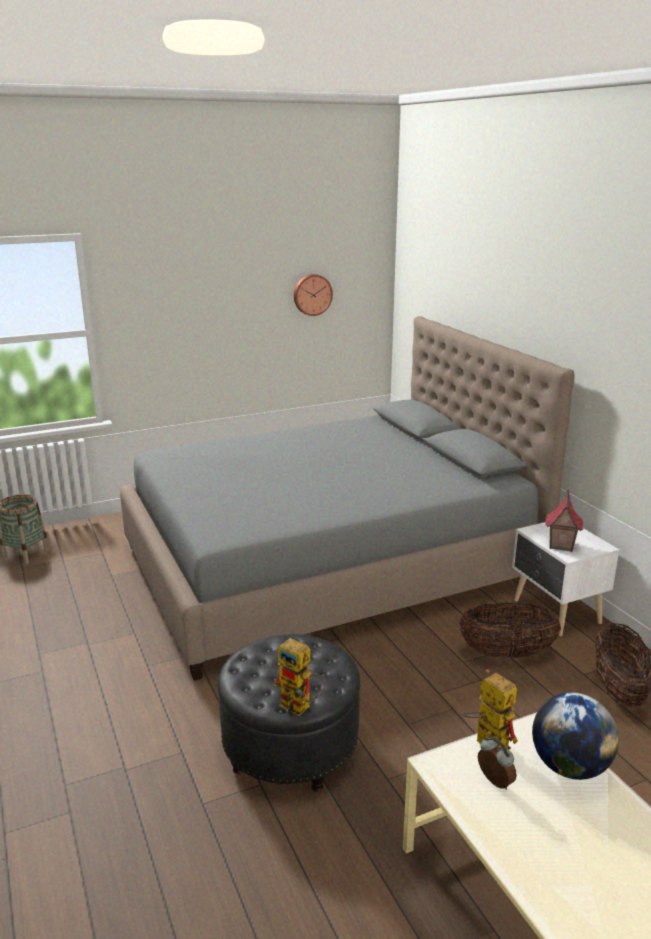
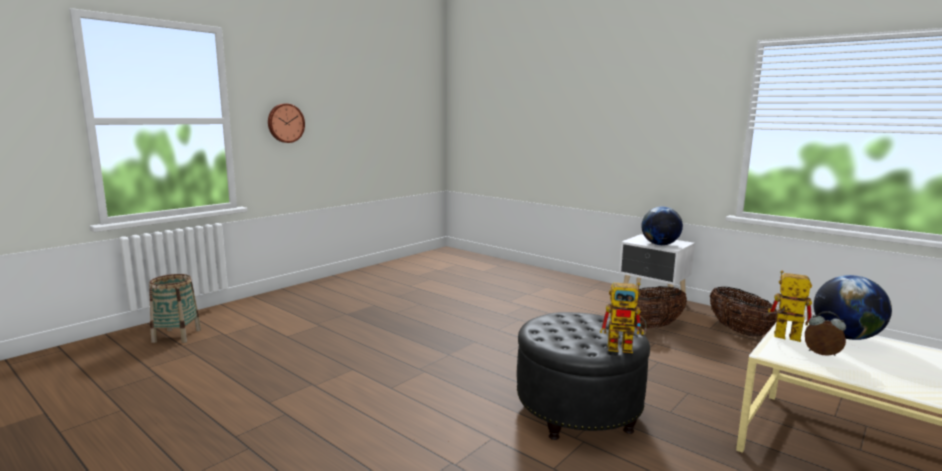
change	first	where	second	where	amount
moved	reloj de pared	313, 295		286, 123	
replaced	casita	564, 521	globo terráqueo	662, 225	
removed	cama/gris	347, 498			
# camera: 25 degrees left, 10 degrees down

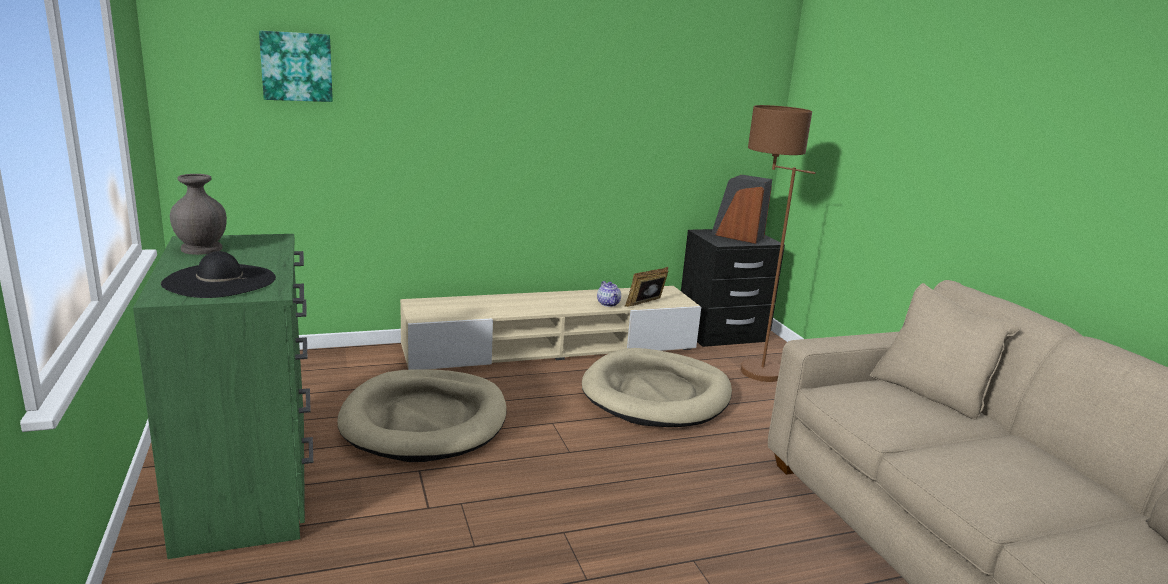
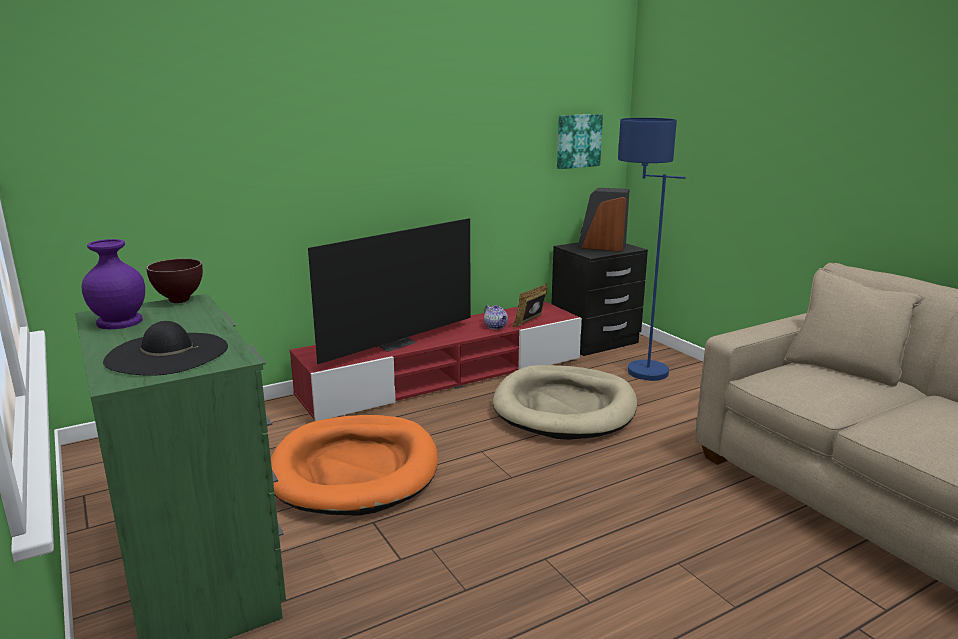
change	first	where	second	where	amount
recoloured	florero/gris	198, 214	florero/morado	113, 284	
added			cuenco/marrón	174, 281	
recoloured	cama para perro/beis	421, 415	cama para perro/naranja	354, 465	
recoloured	mueble de televisión/beis	550, 328	mueble de televisión/rojo	436, 361	
added			televisor	389, 291	
moved	cuadro	296, 66		580, 141	
recoloured	lámpara de pie/marrón	778, 243	lámpara de pie/azul	652, 249	
# camera: 10 degrees left, 0 degrees up

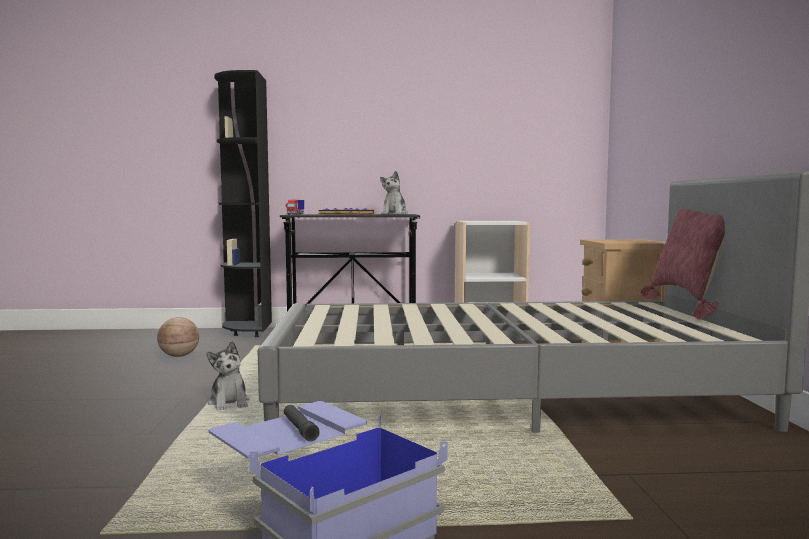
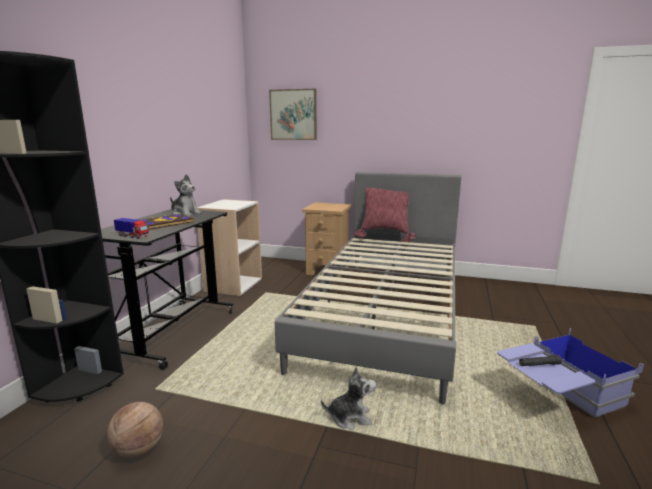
change	first	where	second	where	amount
added			cuadro	293, 114	
# camera: 70 degrees left, 10 degrees up

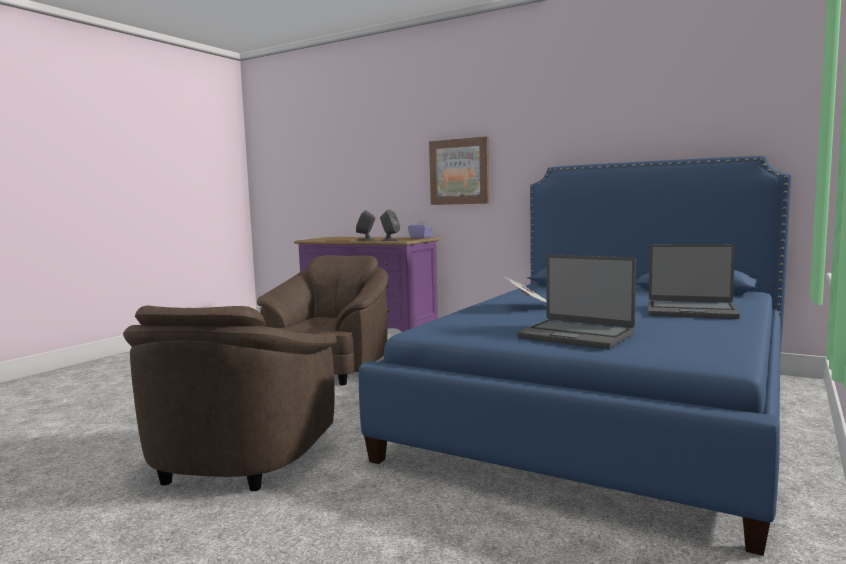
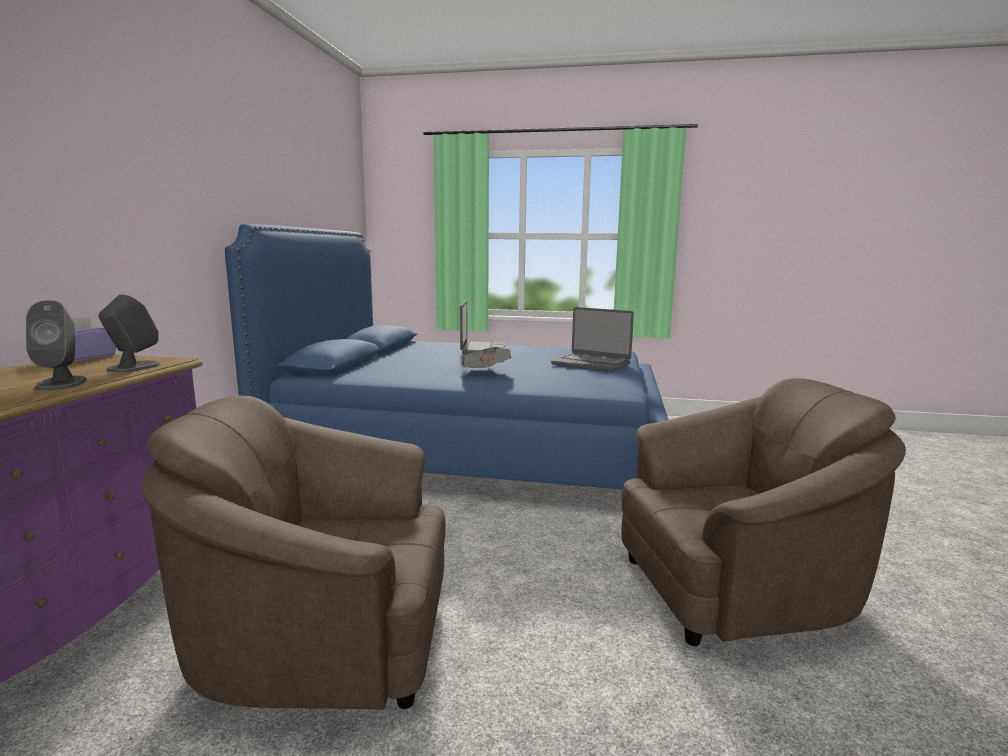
change	first	where	second	where	amount
turned	portátil	576, 302		592, 339	105 degrees clockwise
removed	cuadro	459, 171			
# camera: 110 degrees left, 5 degrees up

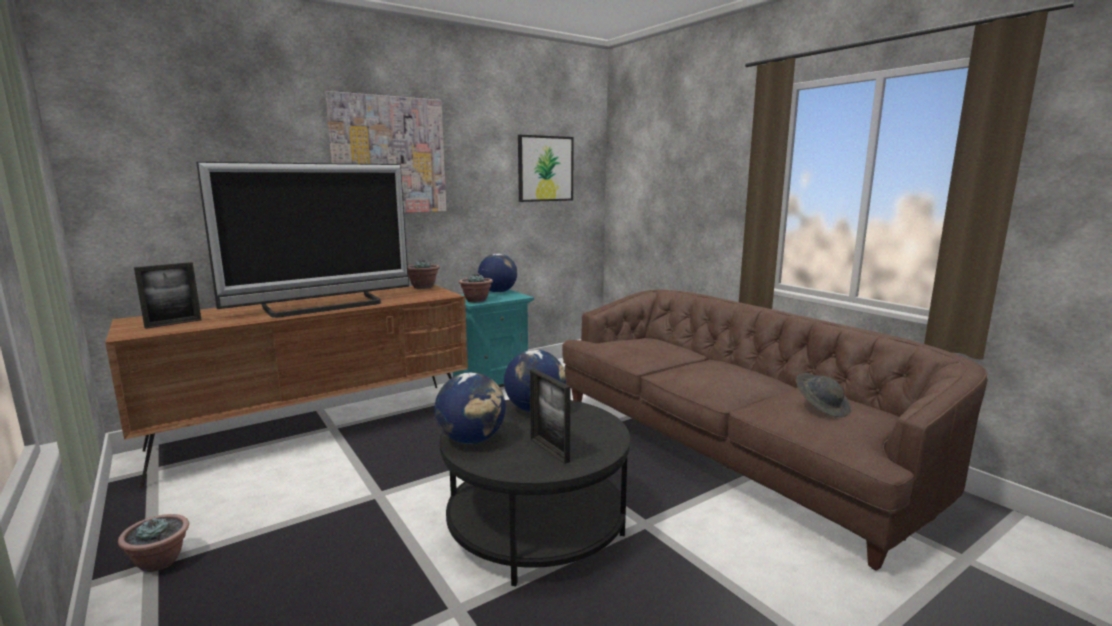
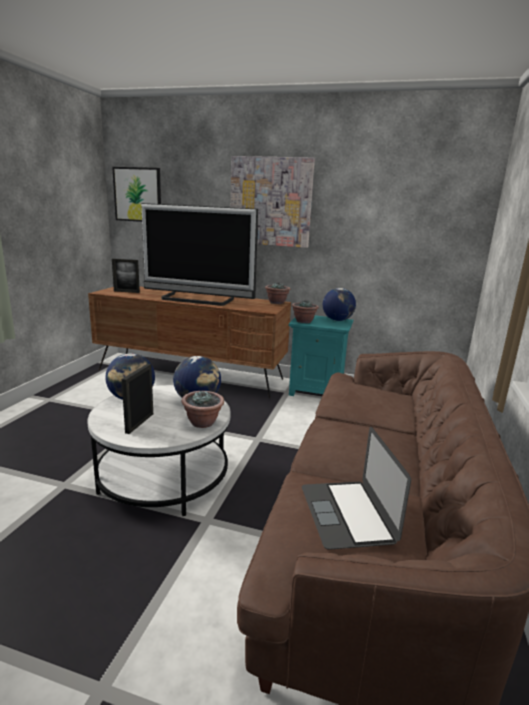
change	first	where	second	where	amount
recoloured	mesa de centro/negro	535, 492	mesa de centro/blanco	159, 450	
moved	cuadro	546, 168		136, 194	
moved	planta en maceta	153, 543		203, 409	
replaced	sombrero/gris	823, 395	portátil	356, 488	
# camera: 50 degrees right, 5 degrees up

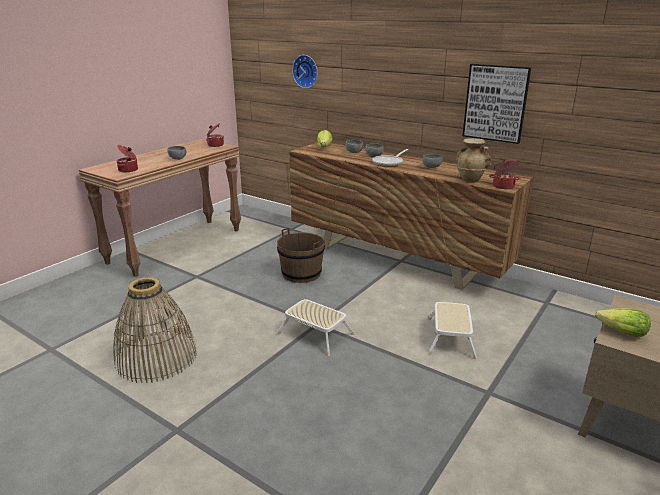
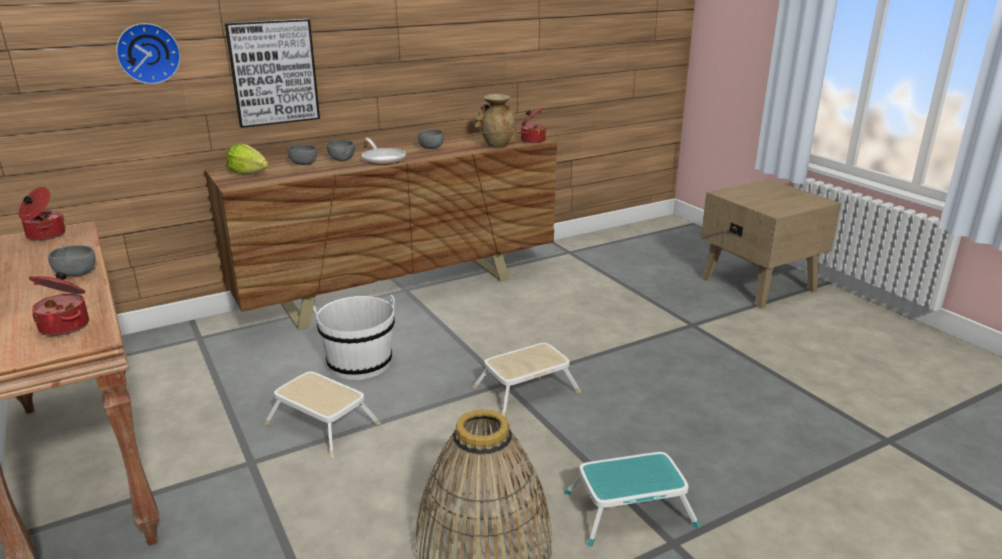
change	first	where	second	where	amount
moved	cuadro	496, 104		272, 73	
moved	escalera de tijera/beis	452, 330		322, 414	
recoloured	cubo/marrón	301, 255	cubo/blanco	354, 337	
added			escalera de tijera/turquesa	632, 499	
removed	lechuga	623, 322			
# camera: 65 degrees left, 0 degrees up

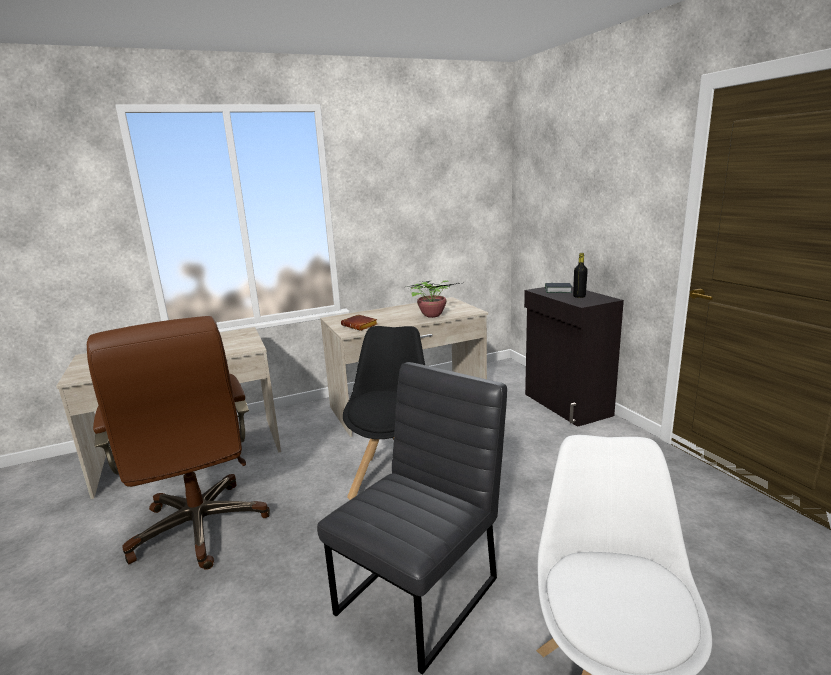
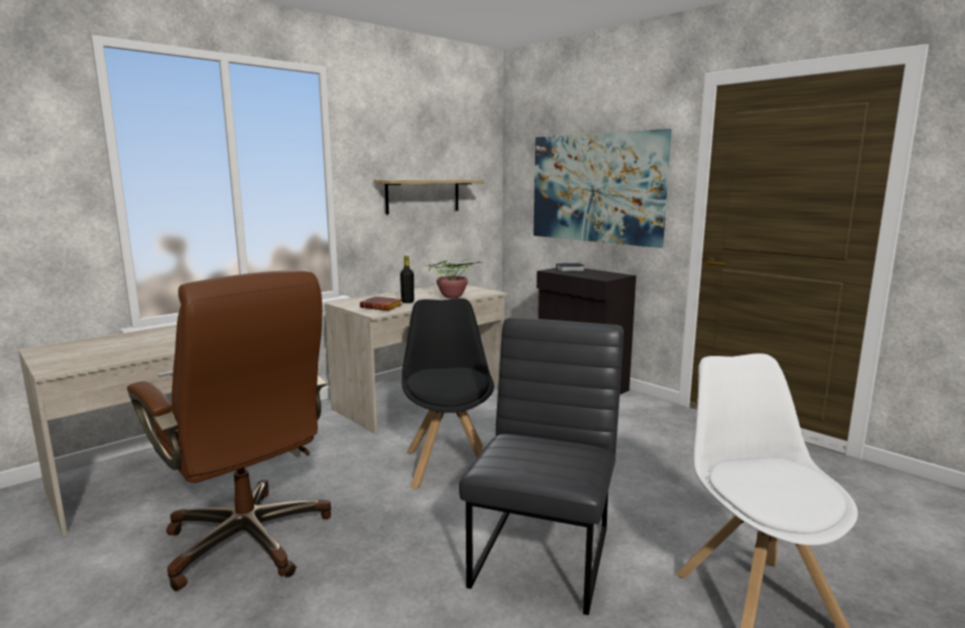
change	first	where	second	where	amount
added			estante	429, 197	
moved	botella/negro	580, 275		407, 279	
added			cuadro	602, 188	
# camera: 20 degrees left, 5 degrees down

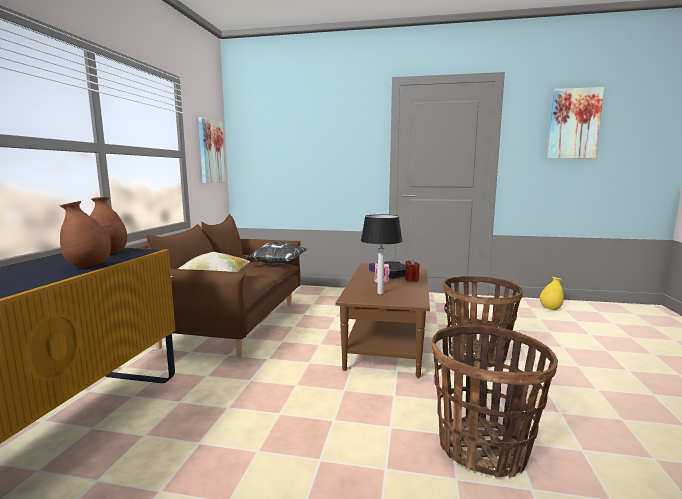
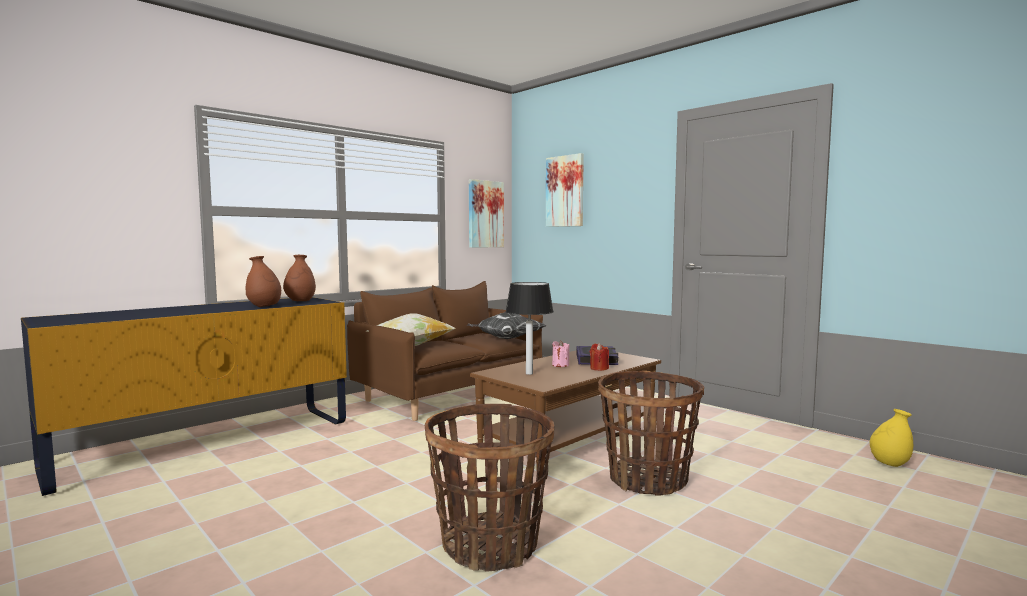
change	first	where	second	where	amount
moved	cuadro	575, 123		565, 190	
# camera: 35 degrees right, 5 degrees down

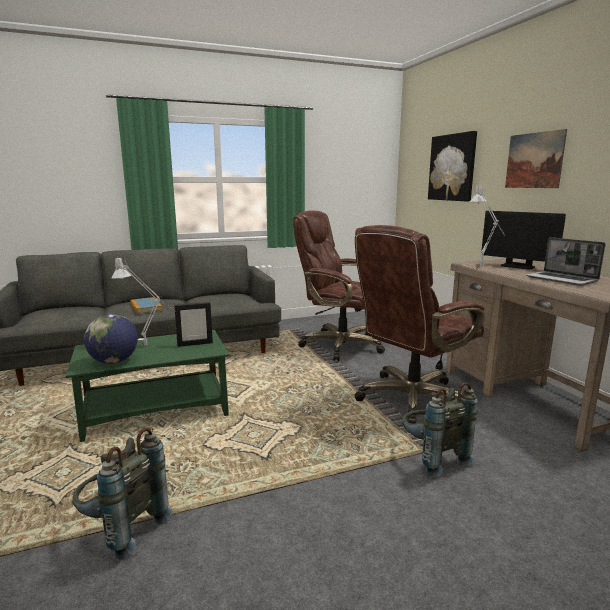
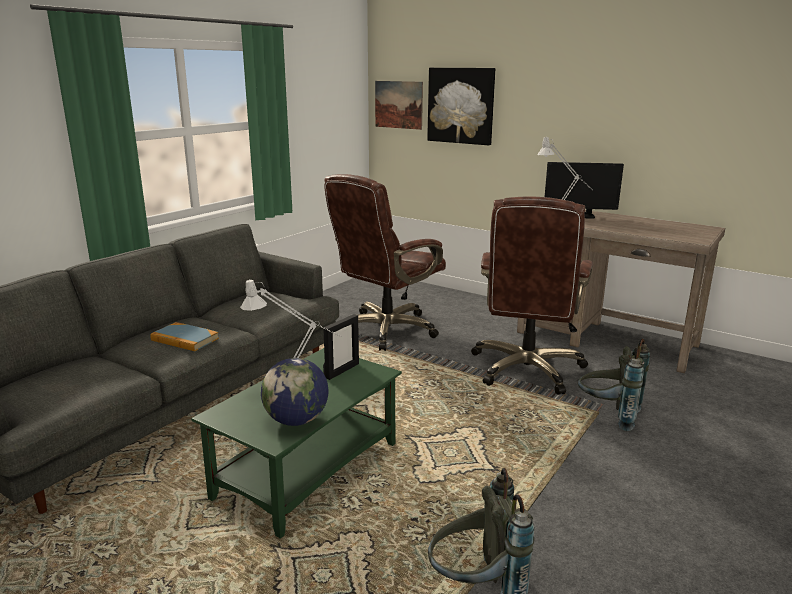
change	first	where	second	where	amount
turned	silla de oficina/marrón	339, 285		385, 262	45 degrees counterclockwise
moved	cuadro	536, 158		399, 105	
removed	portátil	566, 261			
# camera: 35 degrees left, 5 degrees up

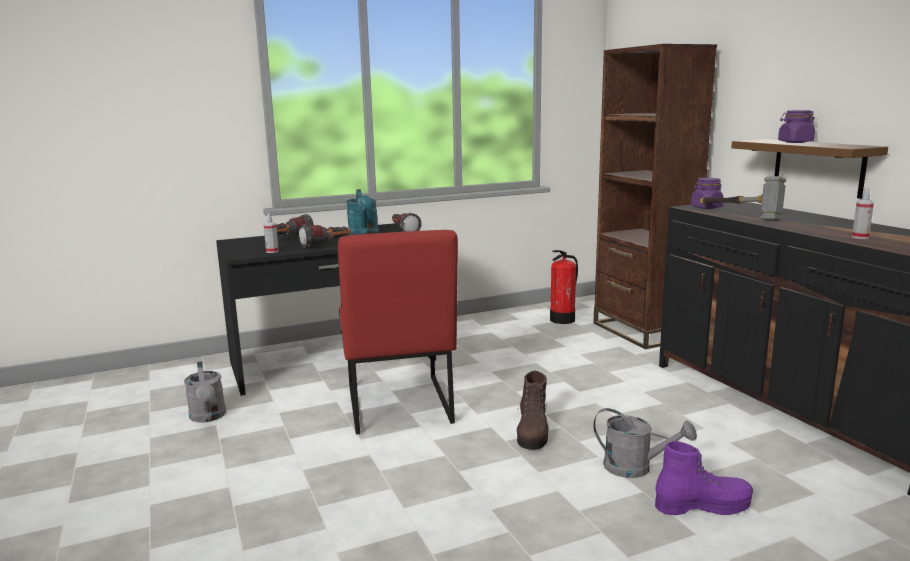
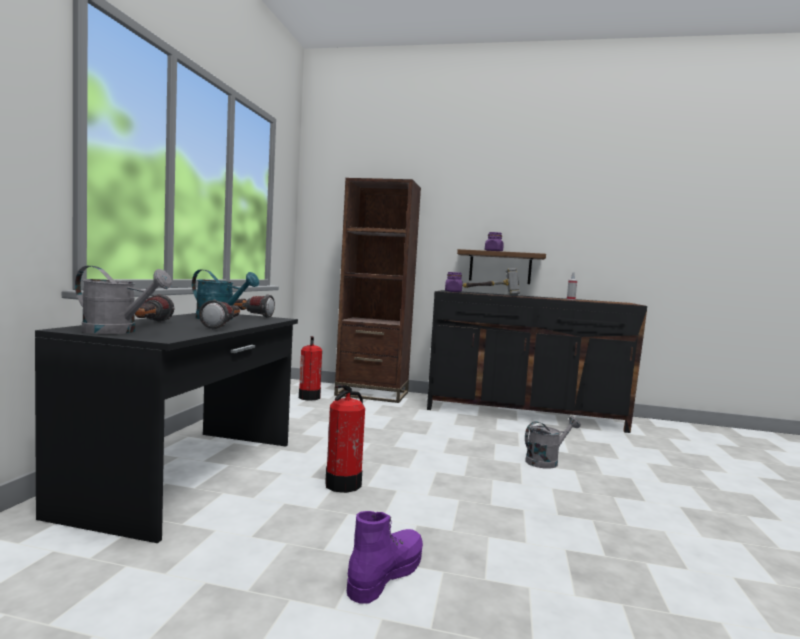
change	first	where	second	where	amount
moved	regadera/gris	205, 391		123, 300	
replaced	silla/rojo	398, 332	extintor	345, 439	
moved	bota/morado	704, 478		385, 557	
removed	pulverizador	271, 233			
removed	bota/marrón	533, 410			
# camera: 55 degrees left, 10 degrees down

